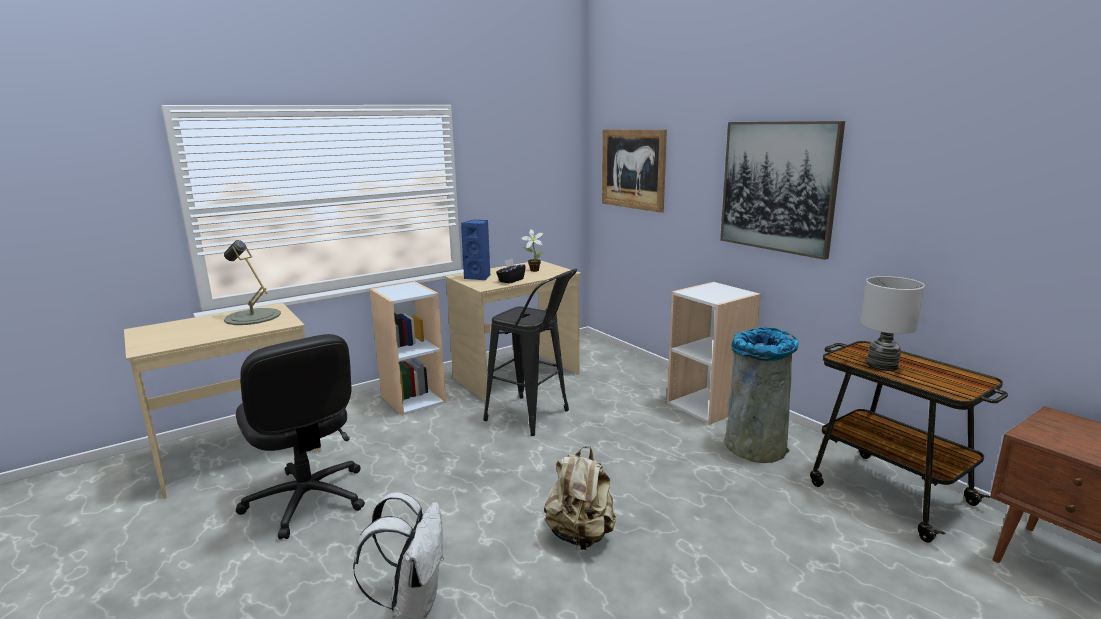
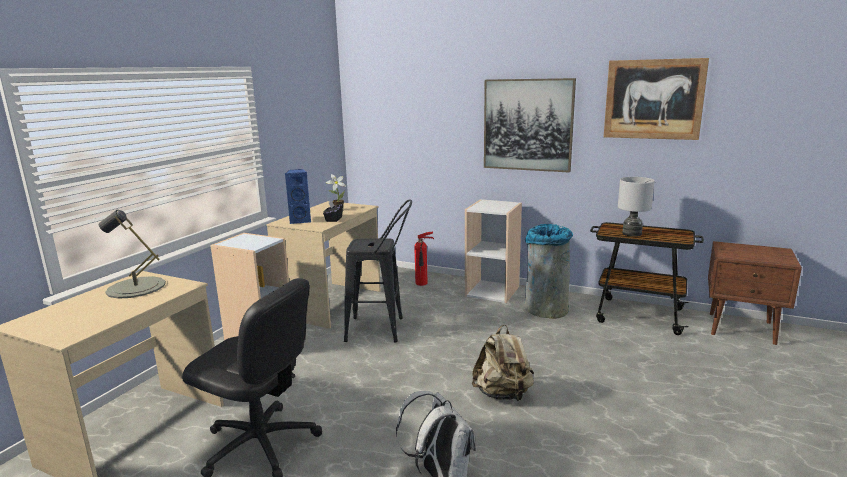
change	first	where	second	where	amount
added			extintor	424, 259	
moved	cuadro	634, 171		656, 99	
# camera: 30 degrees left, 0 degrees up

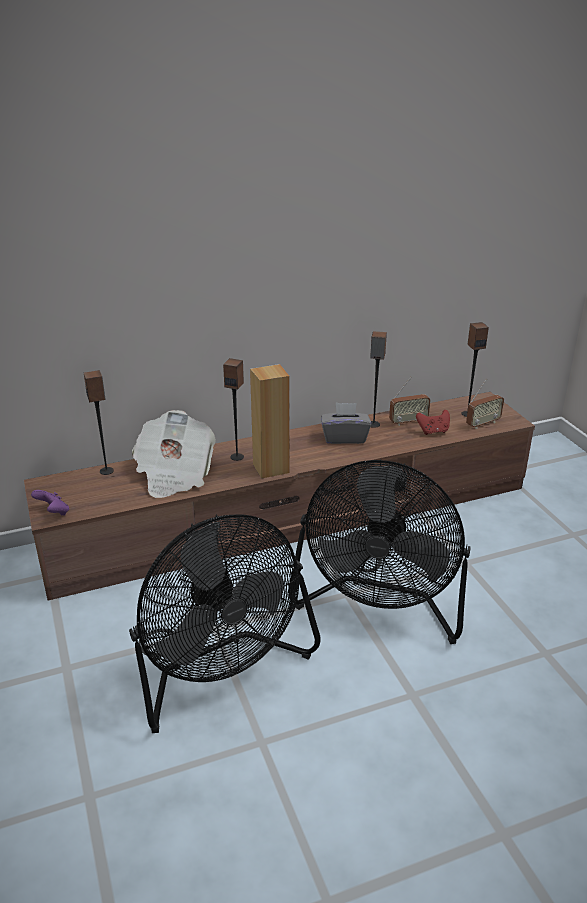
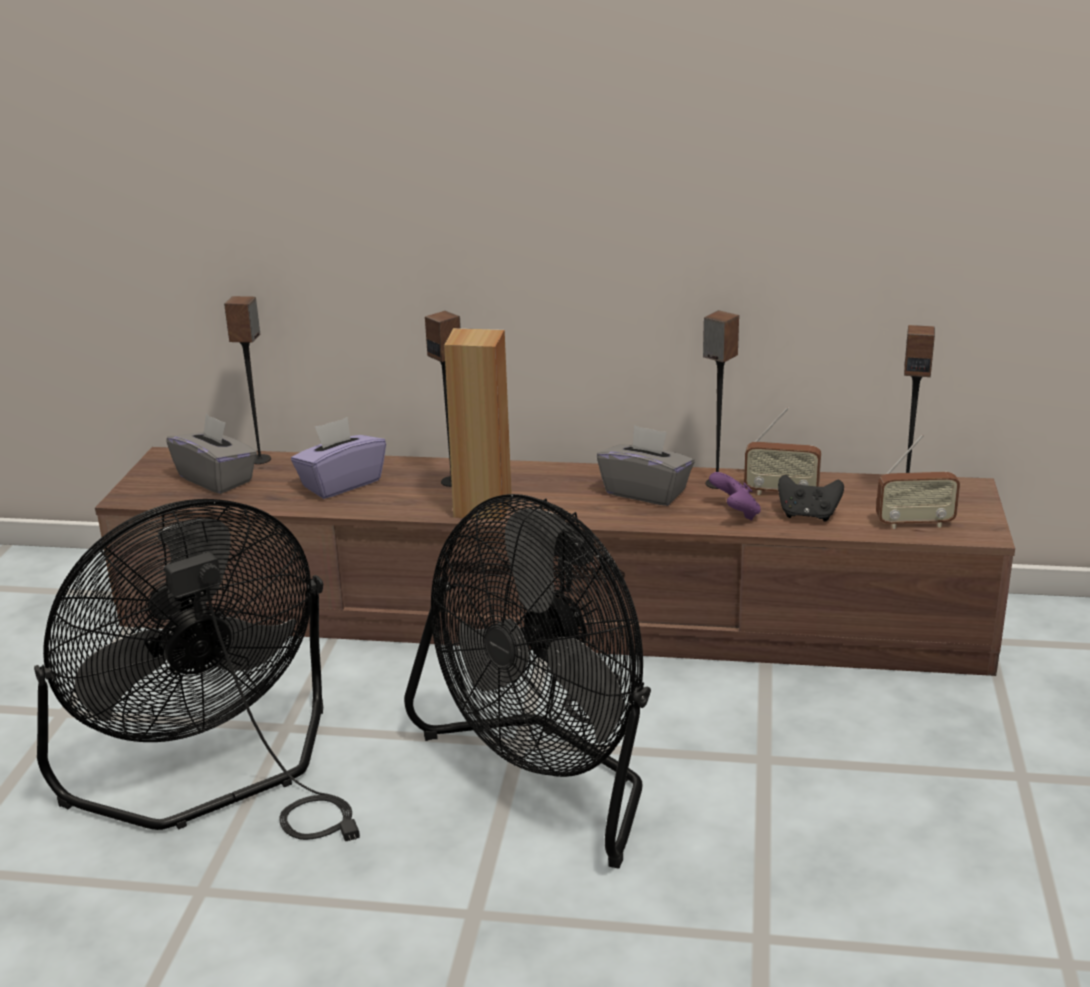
change	first	where	second	where	amount
turned	ventilador/negro	224, 623		197, 670	150 degrees clockwise
added			caja de pañuelos/gris	211, 454	
replaced	periódico	174, 454	caja de pañuelos/morado	338, 458	
moved	mando de consola/morado	50, 503		735, 496	
recoloured	mando de consola/rojo	433, 422	mando de consola/negro	811, 498	
# camera: 30 degrees right, 5 degrees down

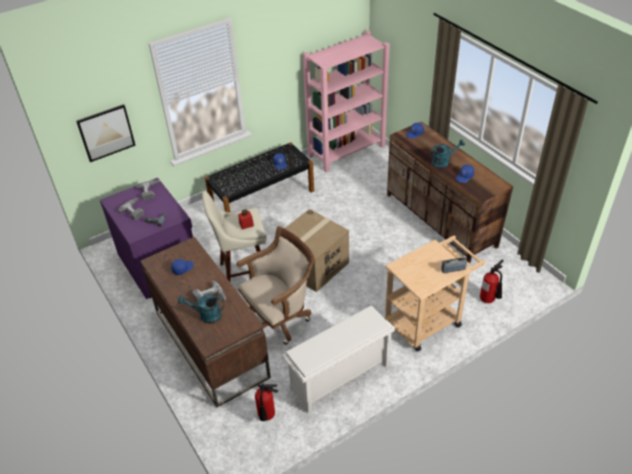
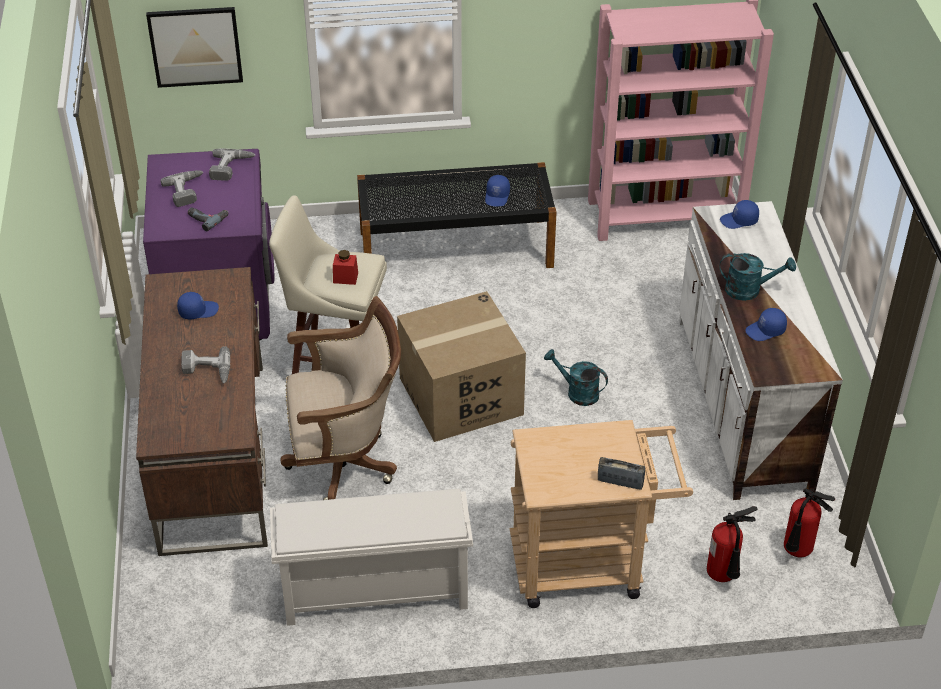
change	first	where	second	where	amount
moved	regadera/turquesa	201, 308		576, 377	
recoloured	armario/marrón	450, 192	armario/blanco	761, 350	
moved	extintor	266, 402		809, 522	
# camera: 25 degrees right, 0 degrees up

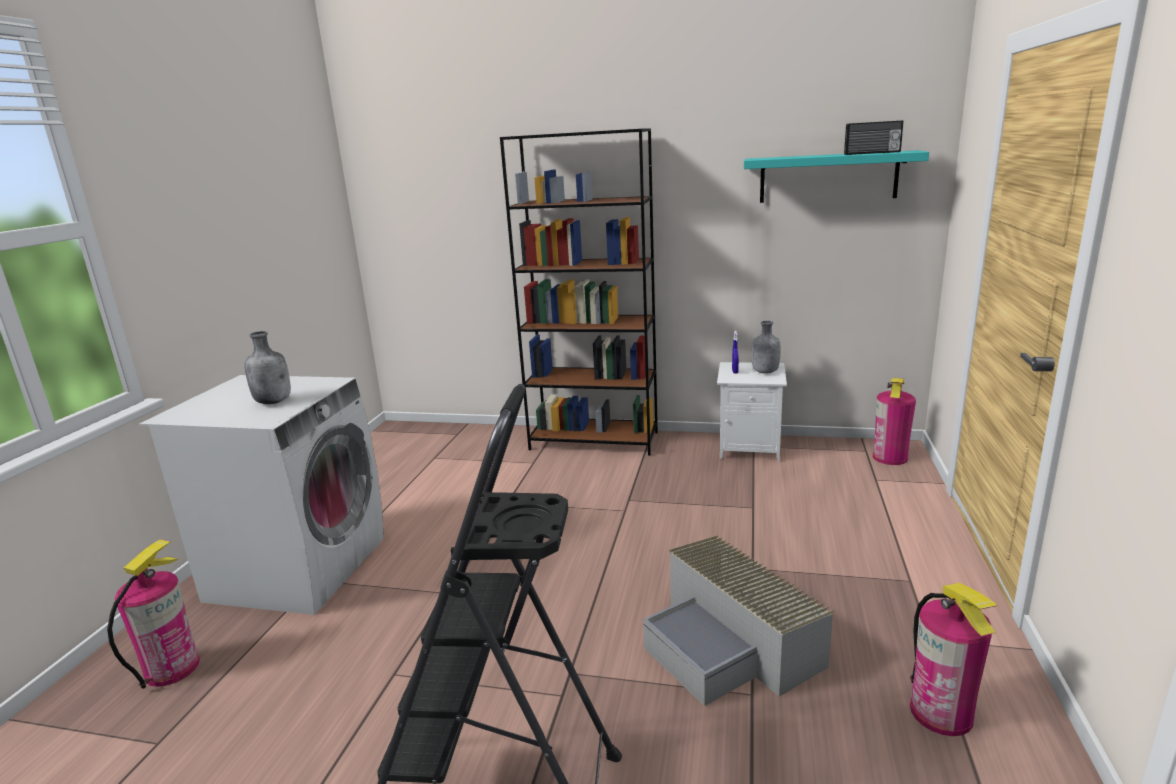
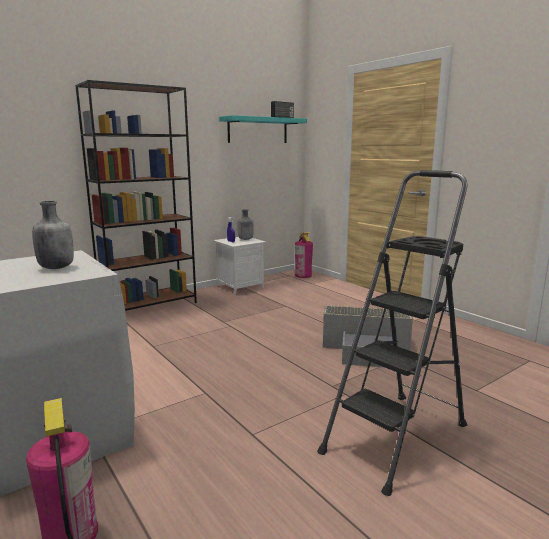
change	first	where	second	where	amount
removed	extintor	954, 659			
# camera: 50 degrees left, 5 degrees down

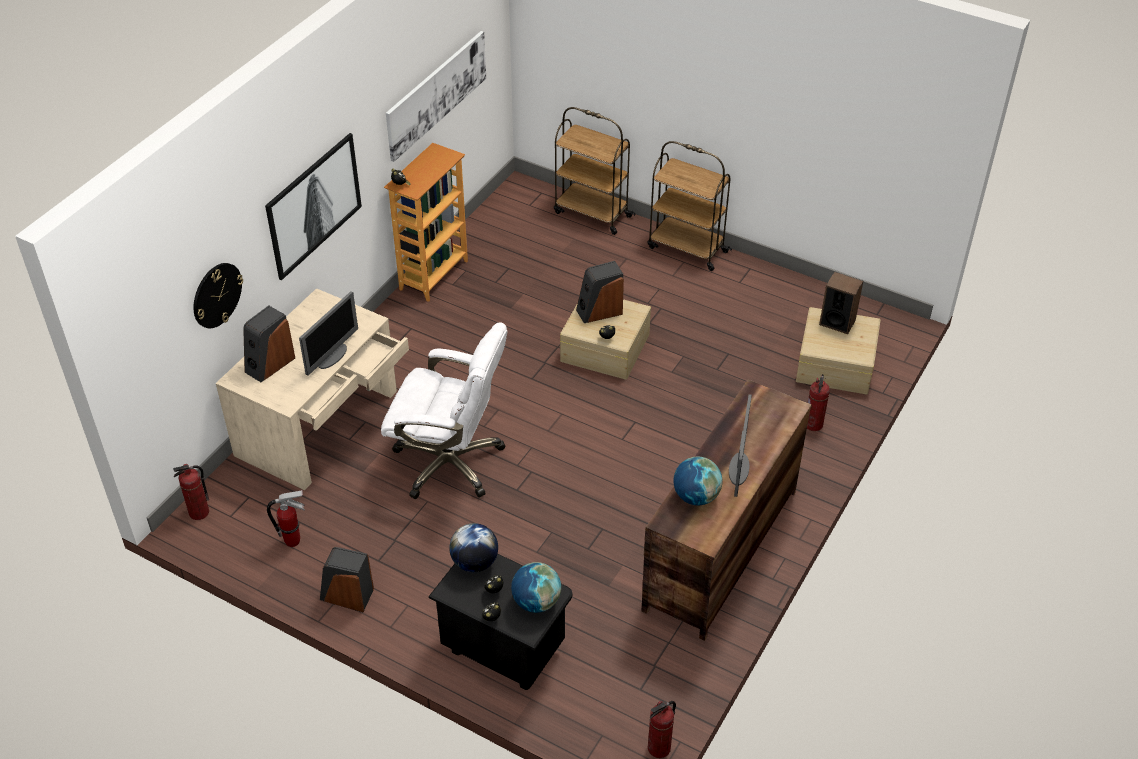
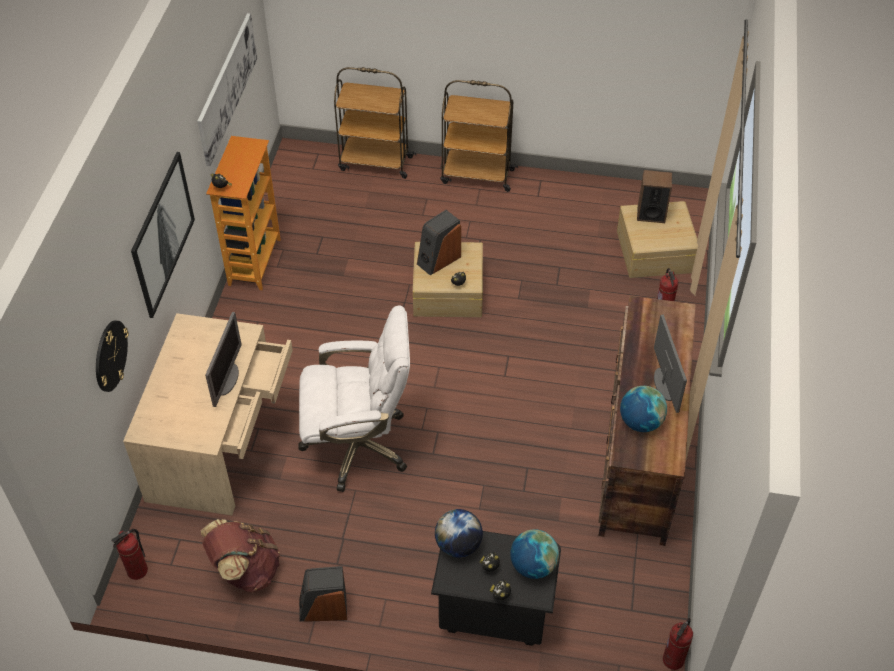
change	first	where	second	where	amount
replaced	extintor	286, 518	mochila/marrón	240, 556	
removed	altavoz	269, 343			
# camera: 20 degrees left, 5 degrees up

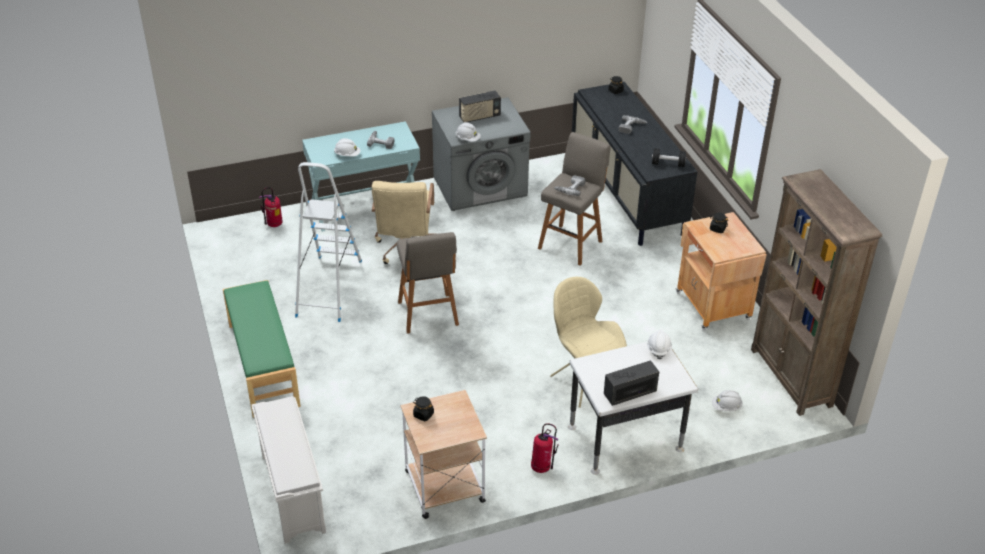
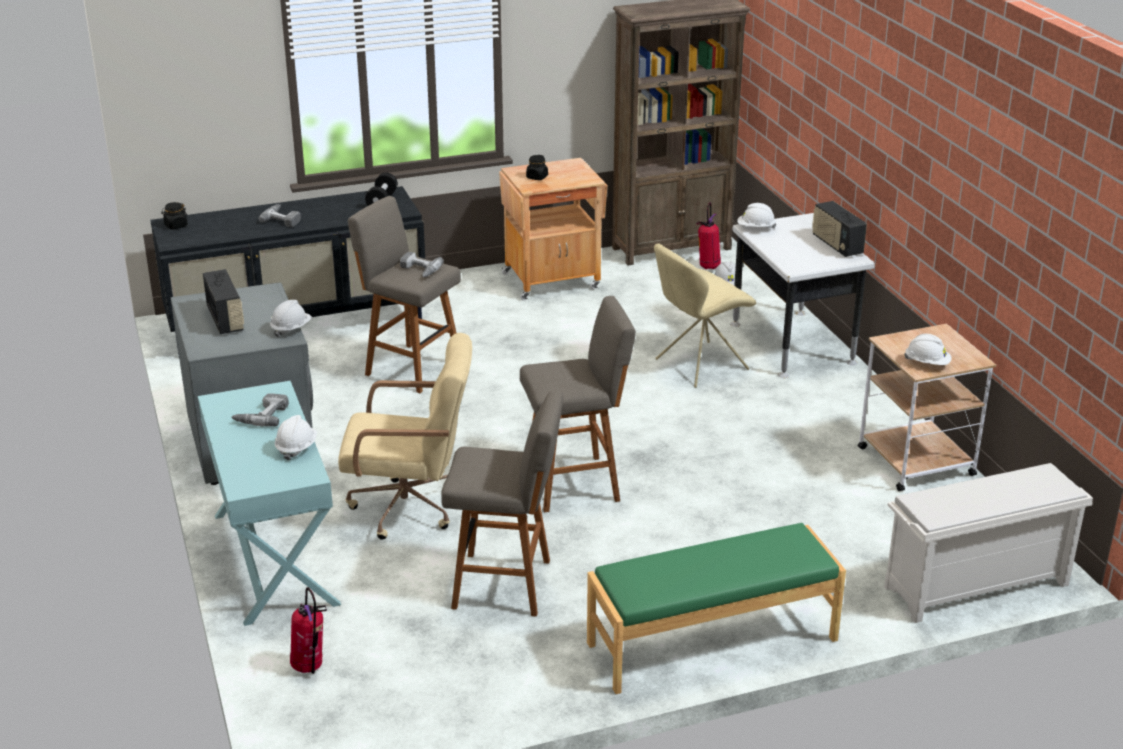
change	first	where	second	where	amount
replaced	escalera de tijera/blanco	328, 242	taburete/gris	502, 503	
moved	extintor	544, 448		708, 235	
replaced	tarro/negro	423, 408	casco/blanco	928, 349	
# camera: 90 degrees left, 10 degrees down

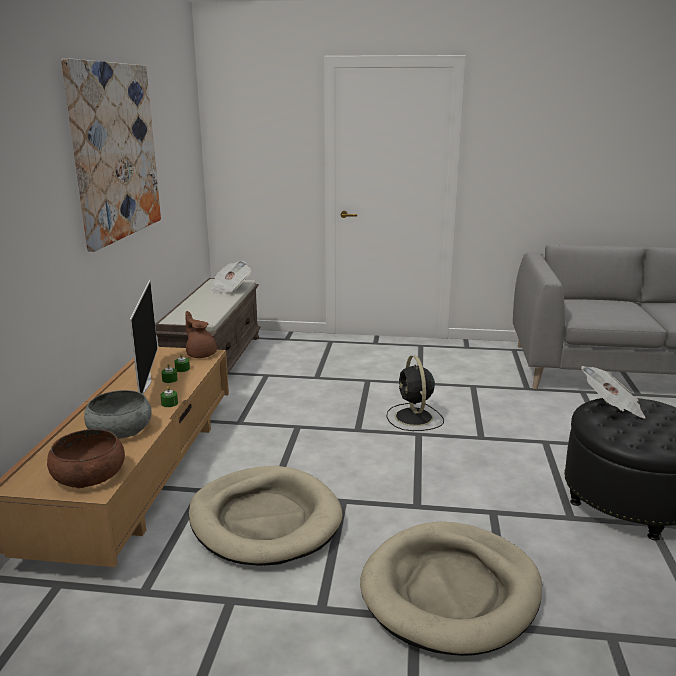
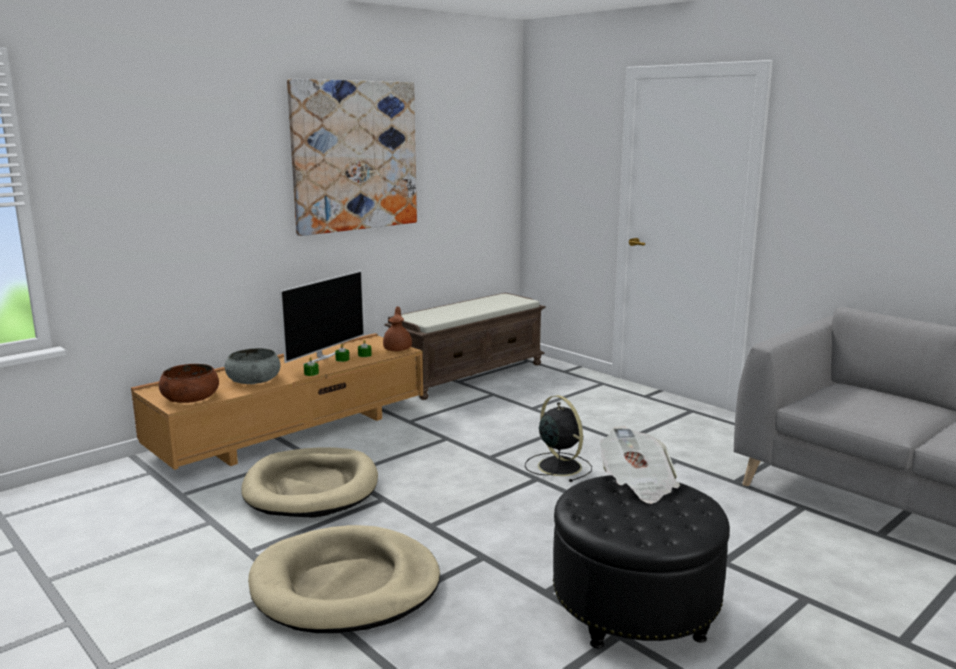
change	first	where	second	where	amount
turned	ventilador/negro	415, 393		558, 438	120 degrees clockwise
removed	periódico	230, 277			
# camera: 40 degrees right, 5 degrees down

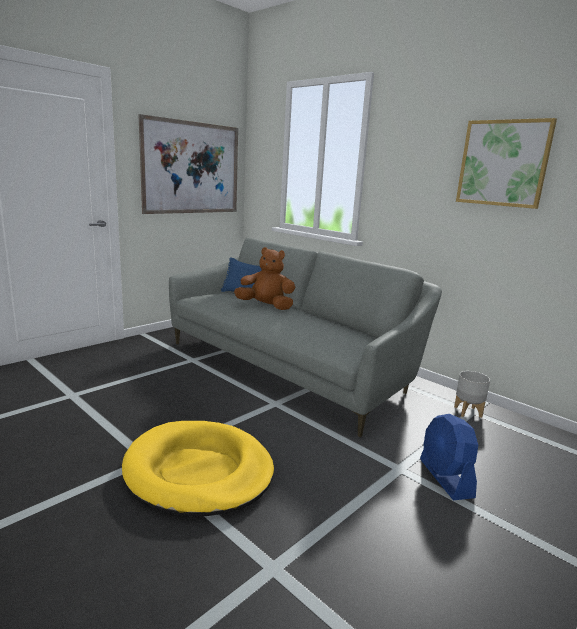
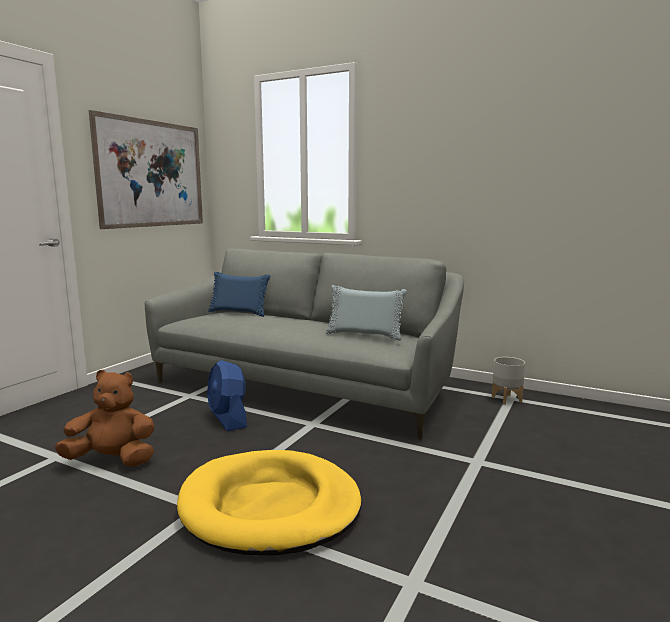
change	first	where	second	where	amount
moved	peluche/marrón	264, 278		105, 418	
moved	ventilador/azul	449, 457		227, 395	
added			cojín/azul	366, 313	
removed	cuadro	506, 163			
# camera: 15 degrees left, 5 degrees down

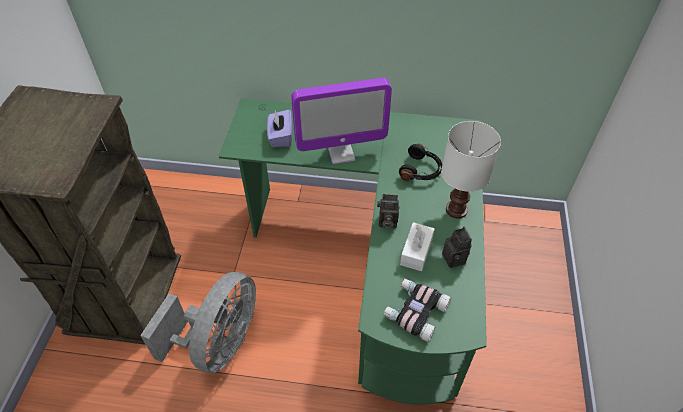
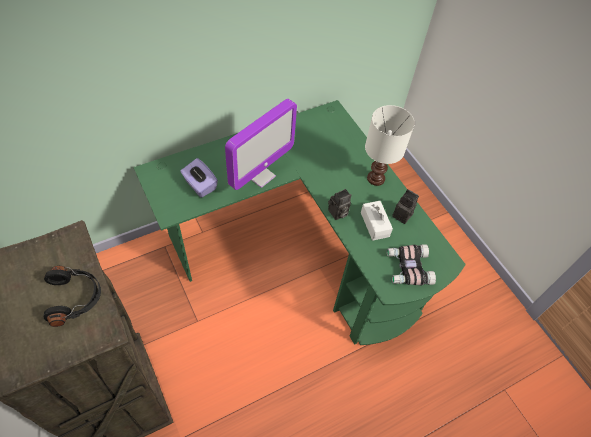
change	first	where	second	where	amount
moved	auriculares/negro	420, 162		72, 296	
removed	ventilador/gris	198, 322			
# camera: 40 degrees left, 5 degrees up

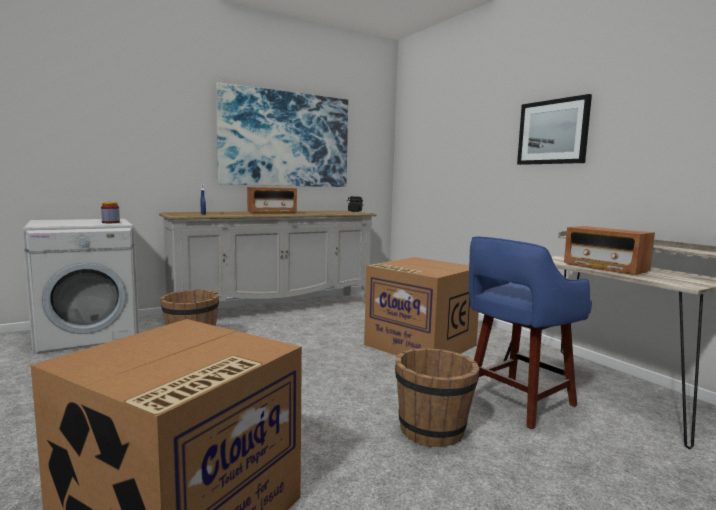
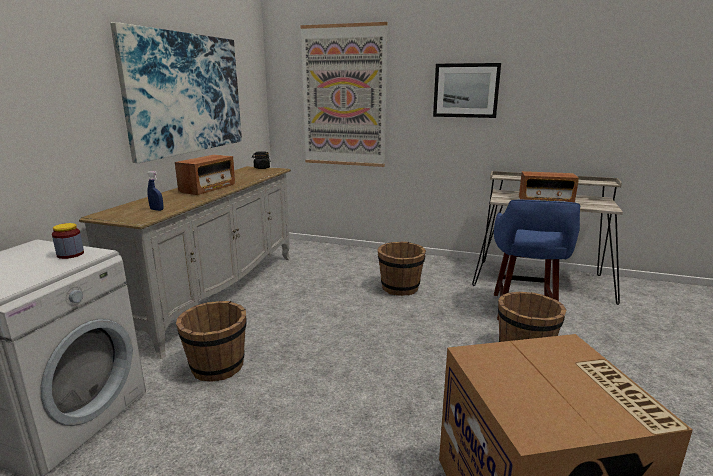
change	first	where	second	where	amount
added			cuadro	344, 94	
replaced	caja de cartón	421, 306	cubo/marrón	402, 269	
# camera: 40 degrees left, 10 degrees up

